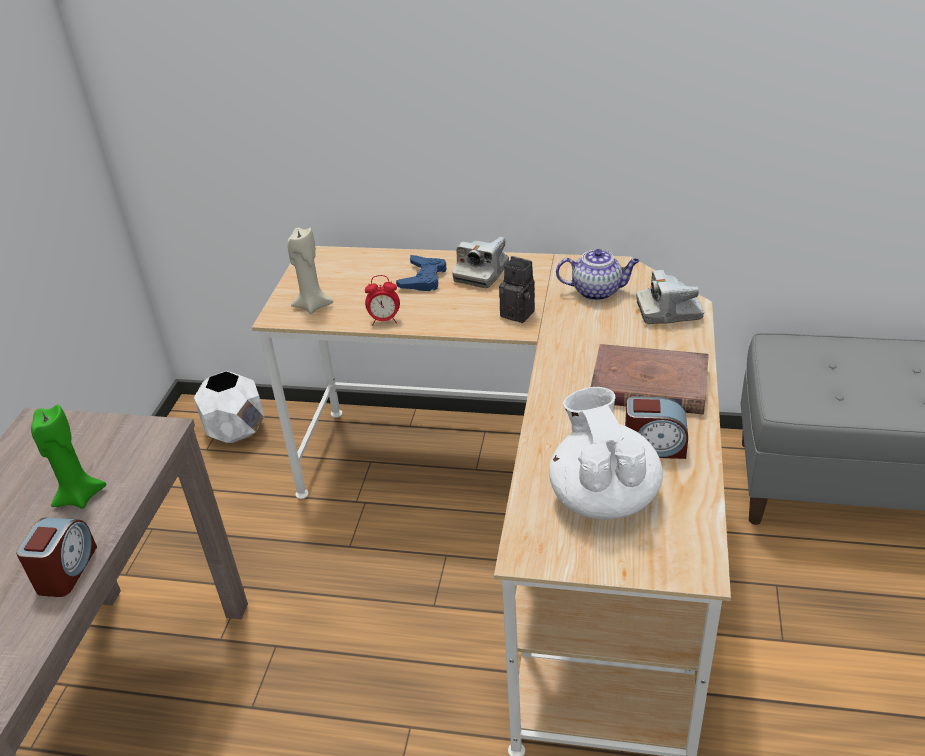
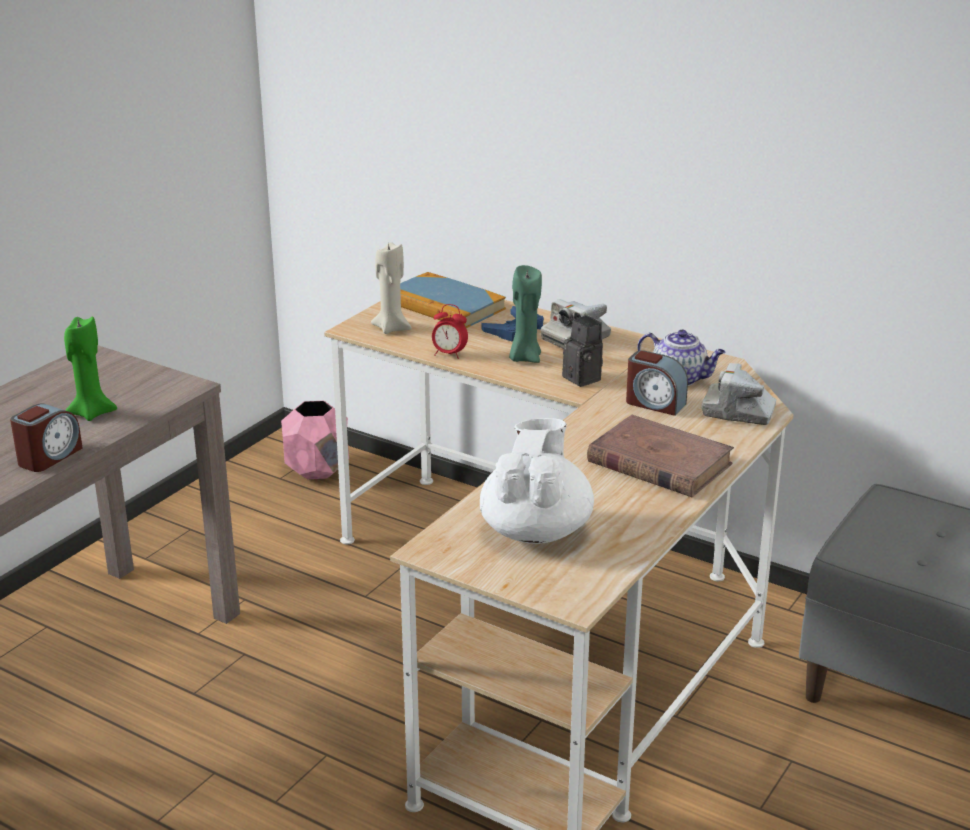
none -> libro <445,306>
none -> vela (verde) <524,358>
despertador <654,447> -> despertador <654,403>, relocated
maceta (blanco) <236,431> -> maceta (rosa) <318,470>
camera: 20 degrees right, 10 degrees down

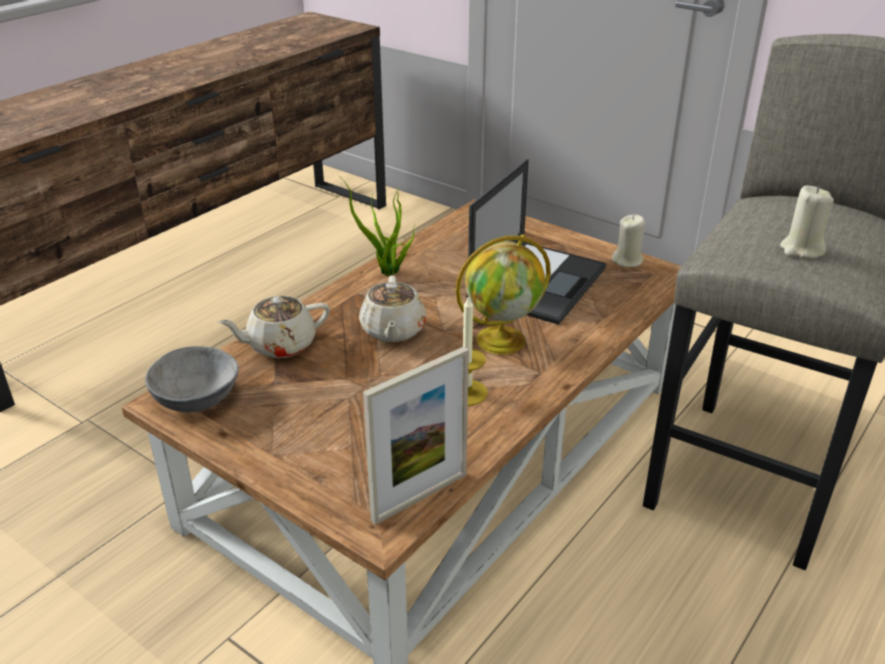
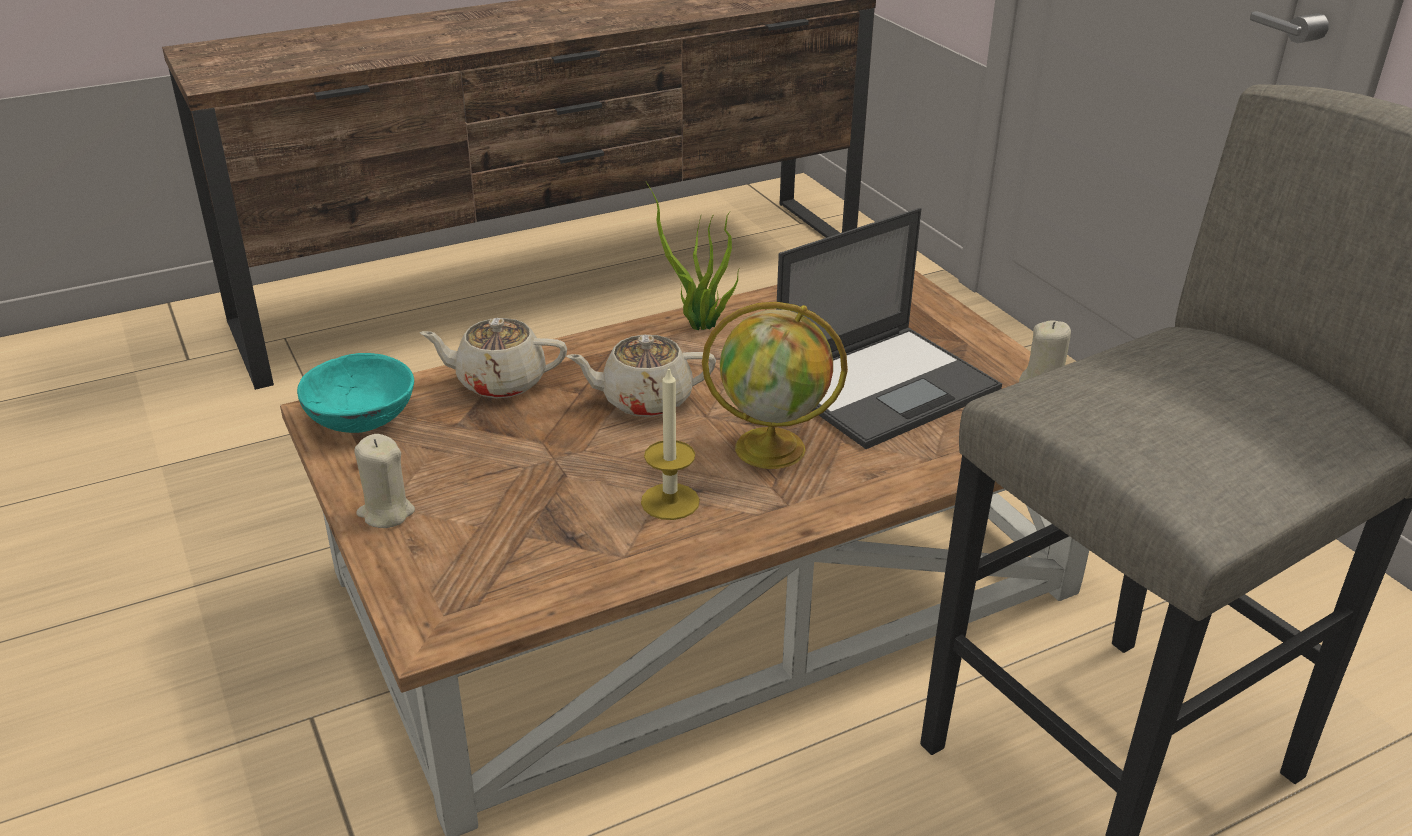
portarretratos <420,497> -> none
vela (beis) <801,250> -> vela (beis) <386,513>, relocated
cuenco (gris) <195,398> -> cuenco (turquesa) <360,417>
tetera (beis) <393,331> -> tetera (beis) <644,400>, 60 degrees clockwise
camera: 25 degrees right, 0 degrees up

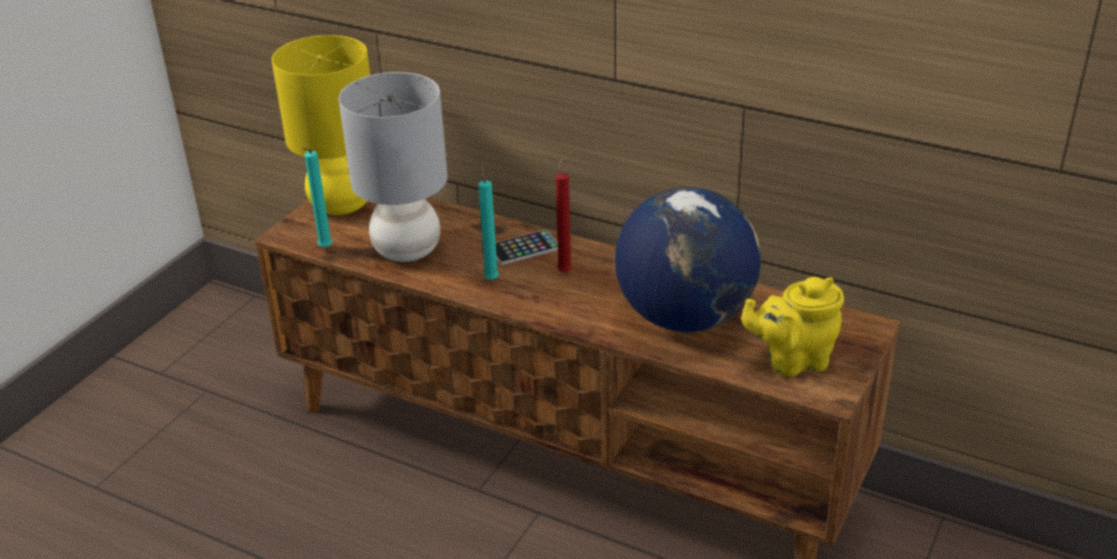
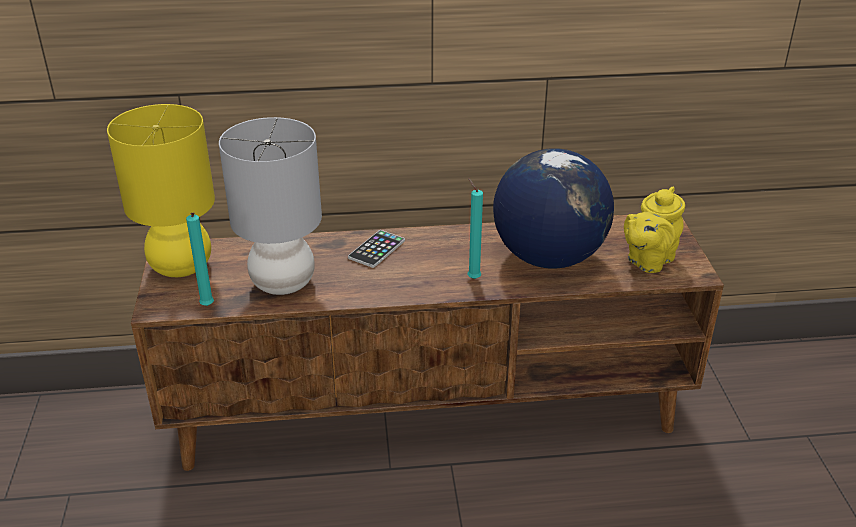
vela (rojo) <565,271> -> none
vela (turquesa) <491,278> -> vela (turquesa) <472,278>, relocated
camera: 35 degrees left, 0 degrees up

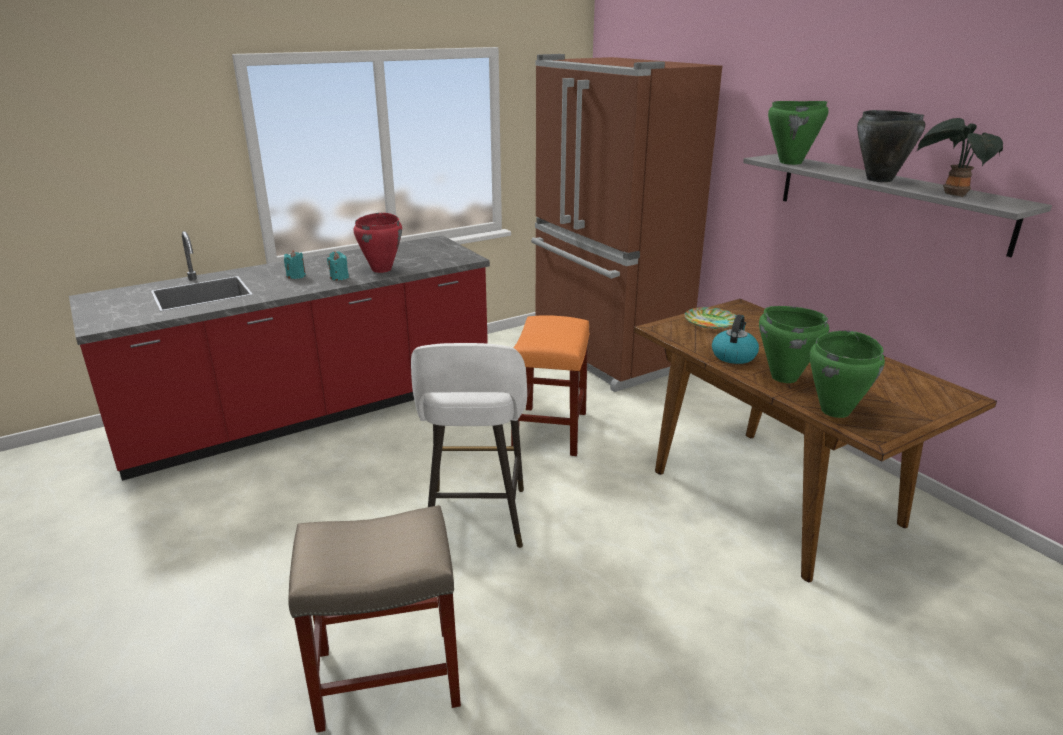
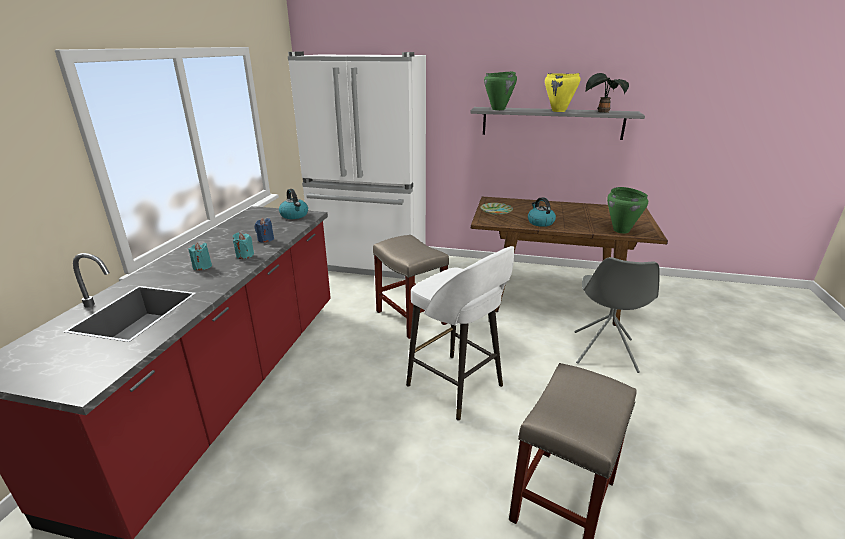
olla (verde) <783,377> -> none
none -> hervidor <294,215>
none -> silla (gris) <604,352>
olla (rojo) <382,269> -> vela (azul) <265,239>
taburete (naranja) <550,430> -> taburete (beis) <410,317>
nevera (marrón) <606,355> -> nevera (blanco) <370,263>
olla (negro) <879,180> -> olla (amarillo) <558,111>
camera: 45 degrees left, 0 degrees up

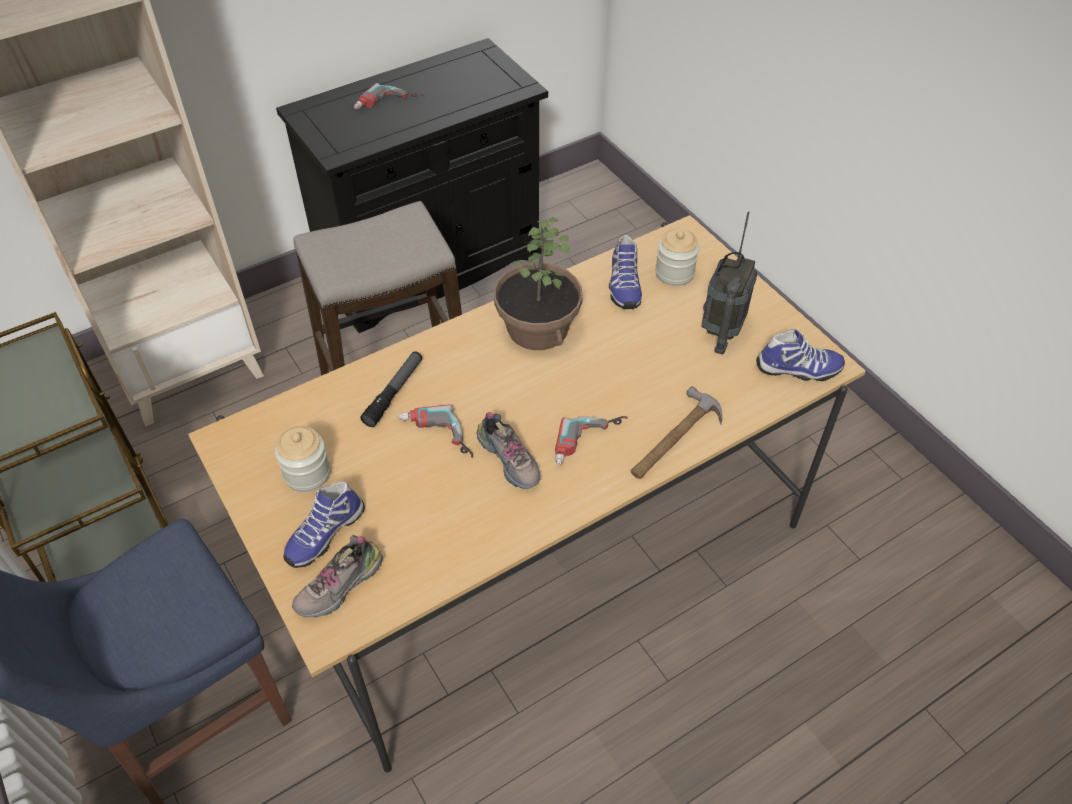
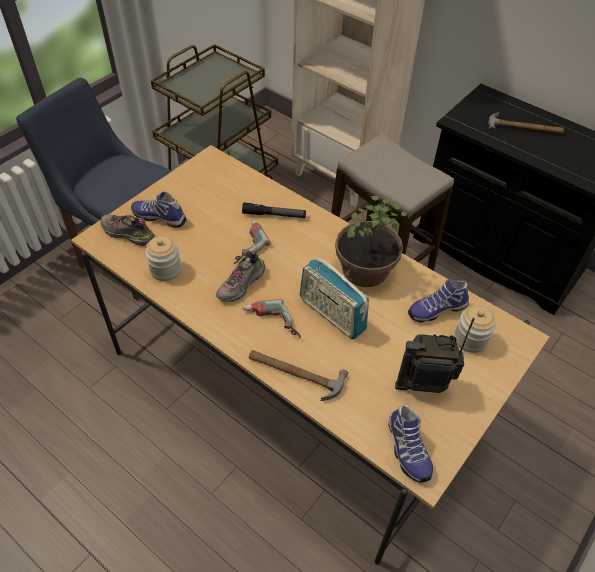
none -> radio <332,314>
tarro <307,473> -> tarro <166,269>, relocated
taladro <388,105> -> martillo <524,128>
camera: 70 degrees right, 0 degrees up

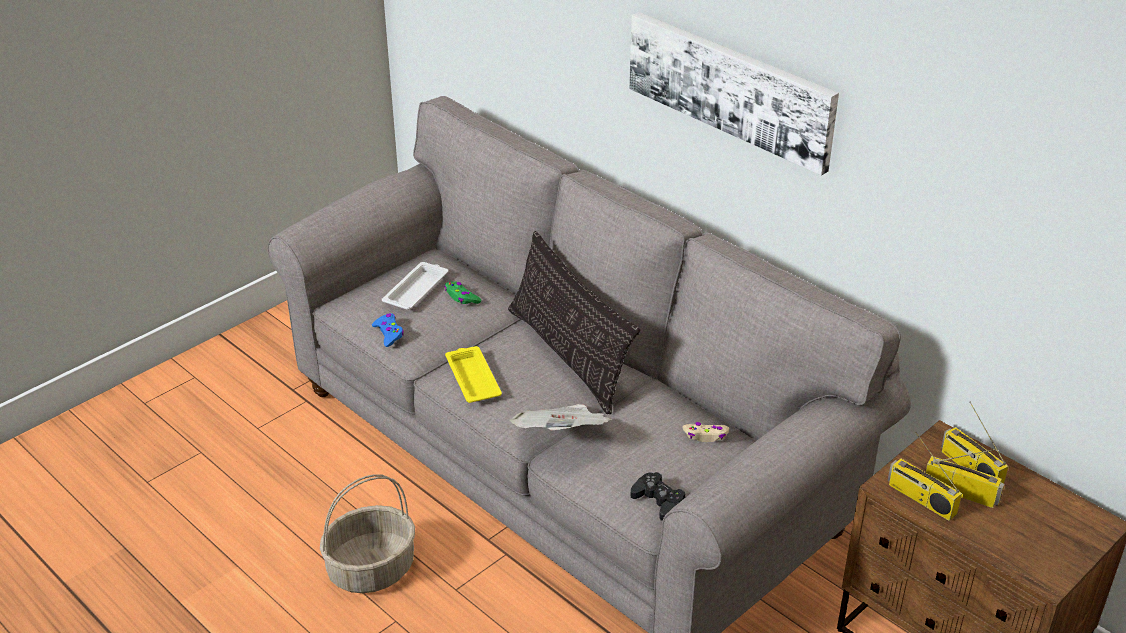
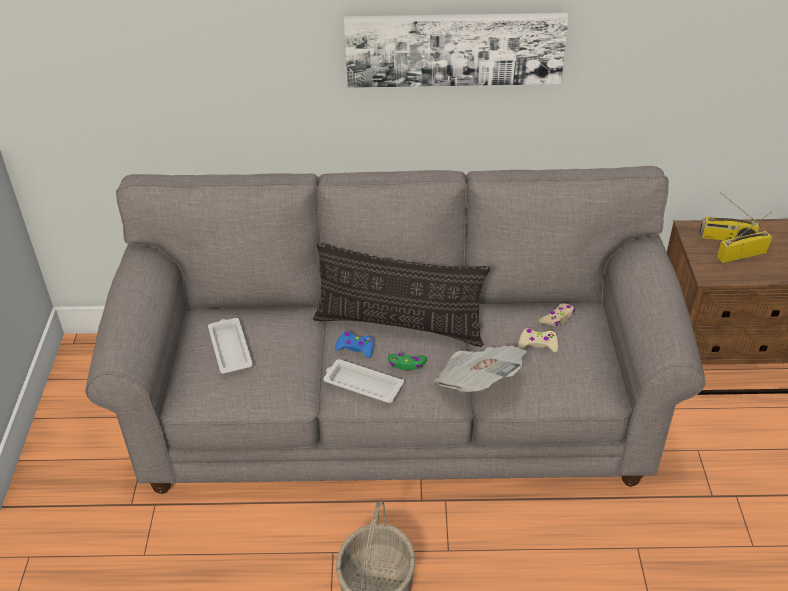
mando de consola (negro) <658,501> -> none
radio <920,499> -> none
none -> mando de consola (beis) <538,344>
mando de consola (azul) <389,333> -> mando de consola (azul) <355,348>, relocated
mando de consola (verde) <461,297> -> mando de consola (verde) <407,364>, relocated
bandeja (amarillo) <472,378> -> bandeja (blanco) <362,385>
camera: 45 degrees left, 5 degrees up

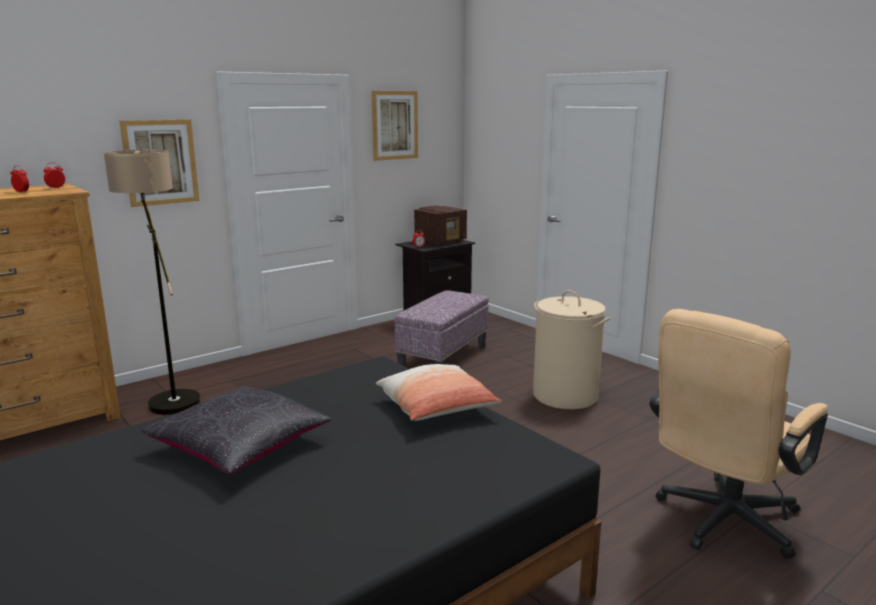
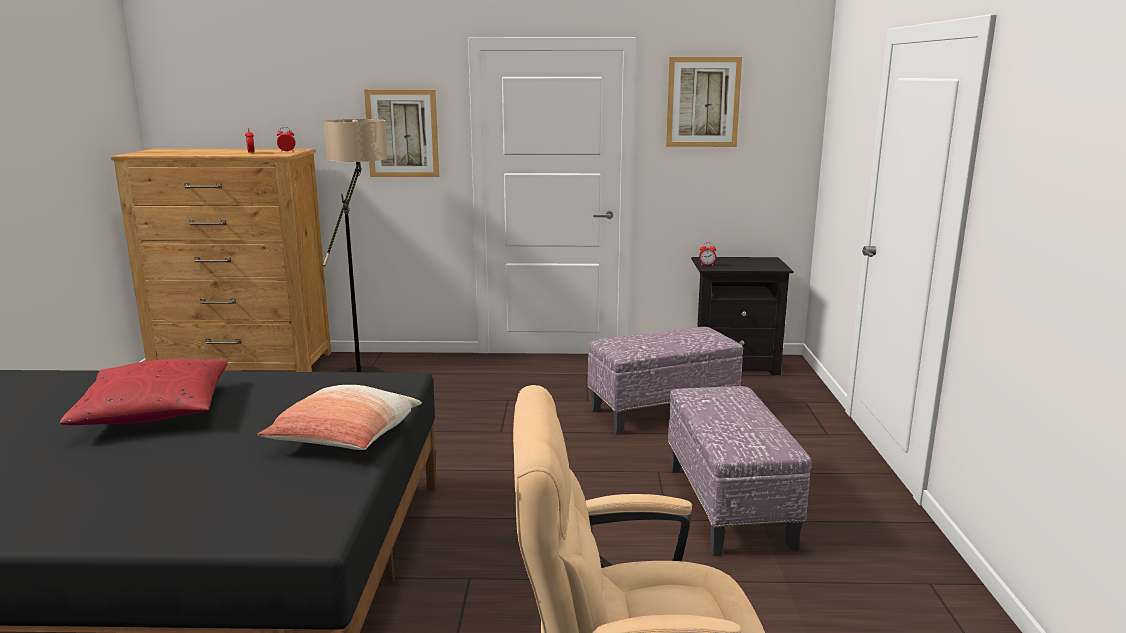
radio <441,241> -> none
cesto de la ropa (beis) <565,395> -> puf <730,506>
cojín (negro) <240,446> -> cojín (rojo) <155,412>
camera: 40 degrees right, 0 degrees up

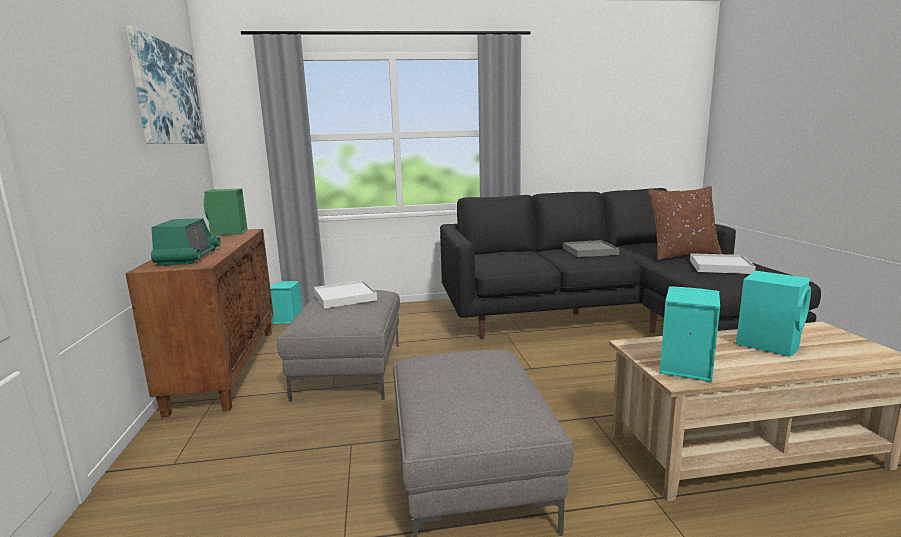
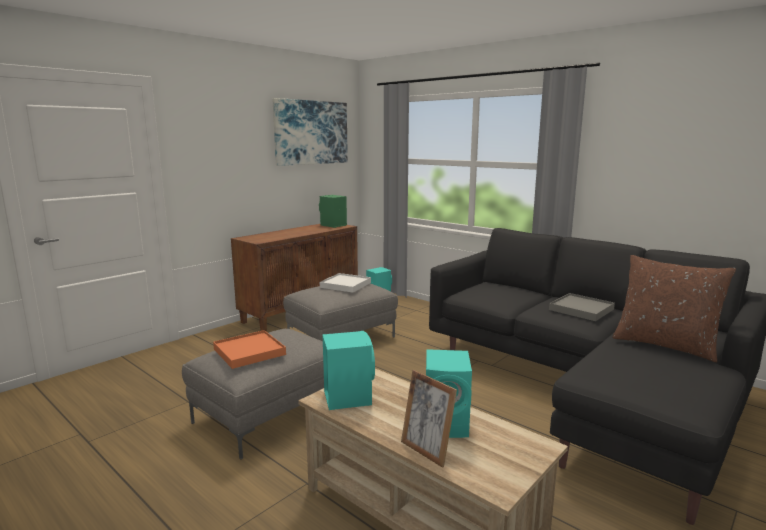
radio <188,257> -> none
bandeja (blanco) <720,266> -> none
none -> bandeja (naranja) <249,352>
none -> portarretratos <426,451>
camera: 50 degrees right, 0 degrees up

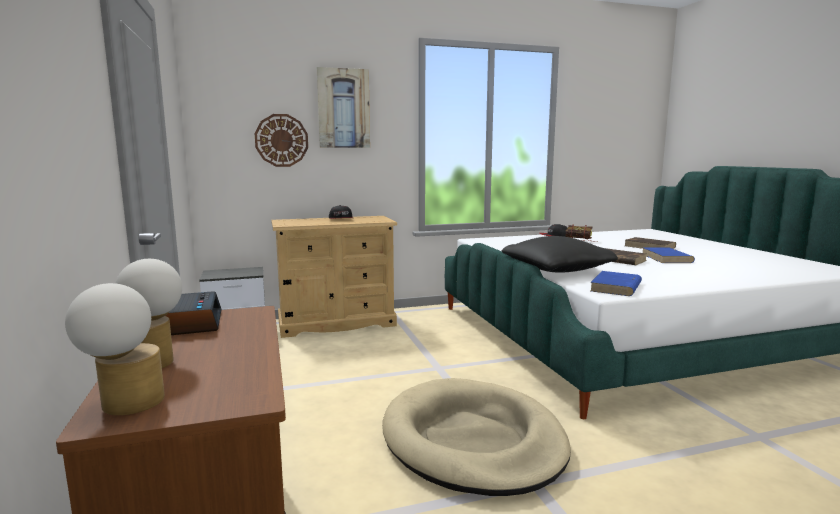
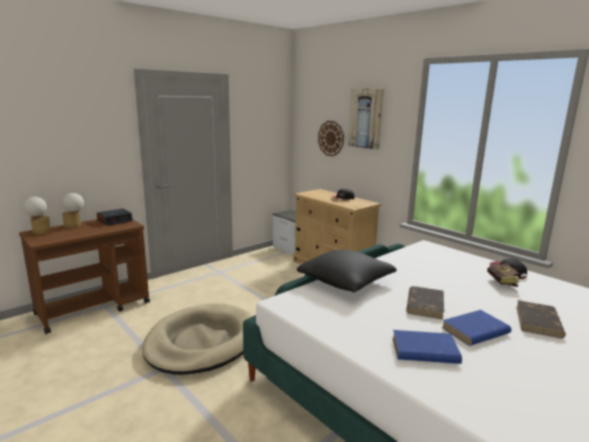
libro (azul) <616,287> -> libro (azul) <424,351>, relocated
camera: 65 degrees right, 5 degrees up

